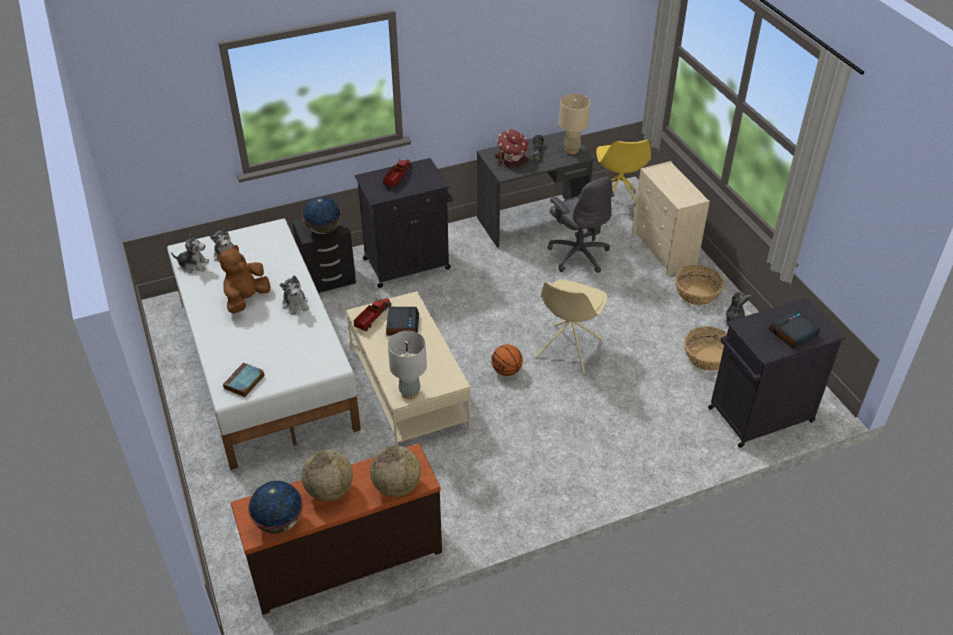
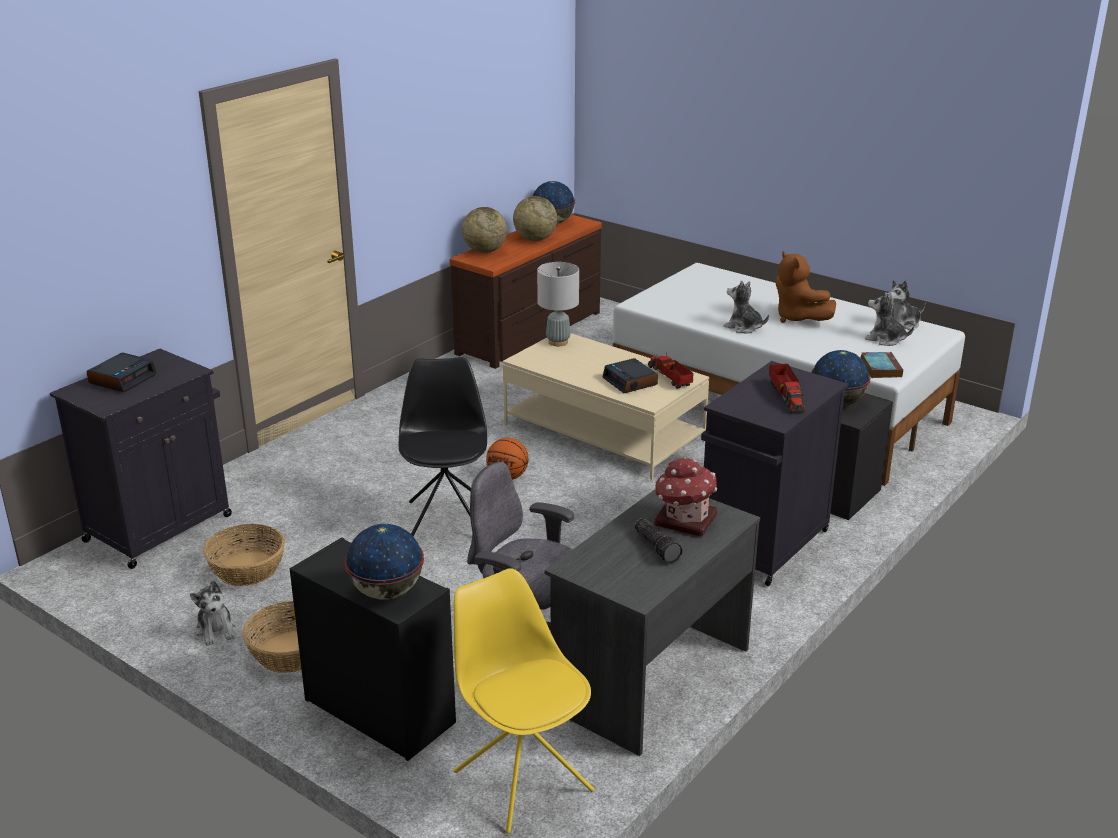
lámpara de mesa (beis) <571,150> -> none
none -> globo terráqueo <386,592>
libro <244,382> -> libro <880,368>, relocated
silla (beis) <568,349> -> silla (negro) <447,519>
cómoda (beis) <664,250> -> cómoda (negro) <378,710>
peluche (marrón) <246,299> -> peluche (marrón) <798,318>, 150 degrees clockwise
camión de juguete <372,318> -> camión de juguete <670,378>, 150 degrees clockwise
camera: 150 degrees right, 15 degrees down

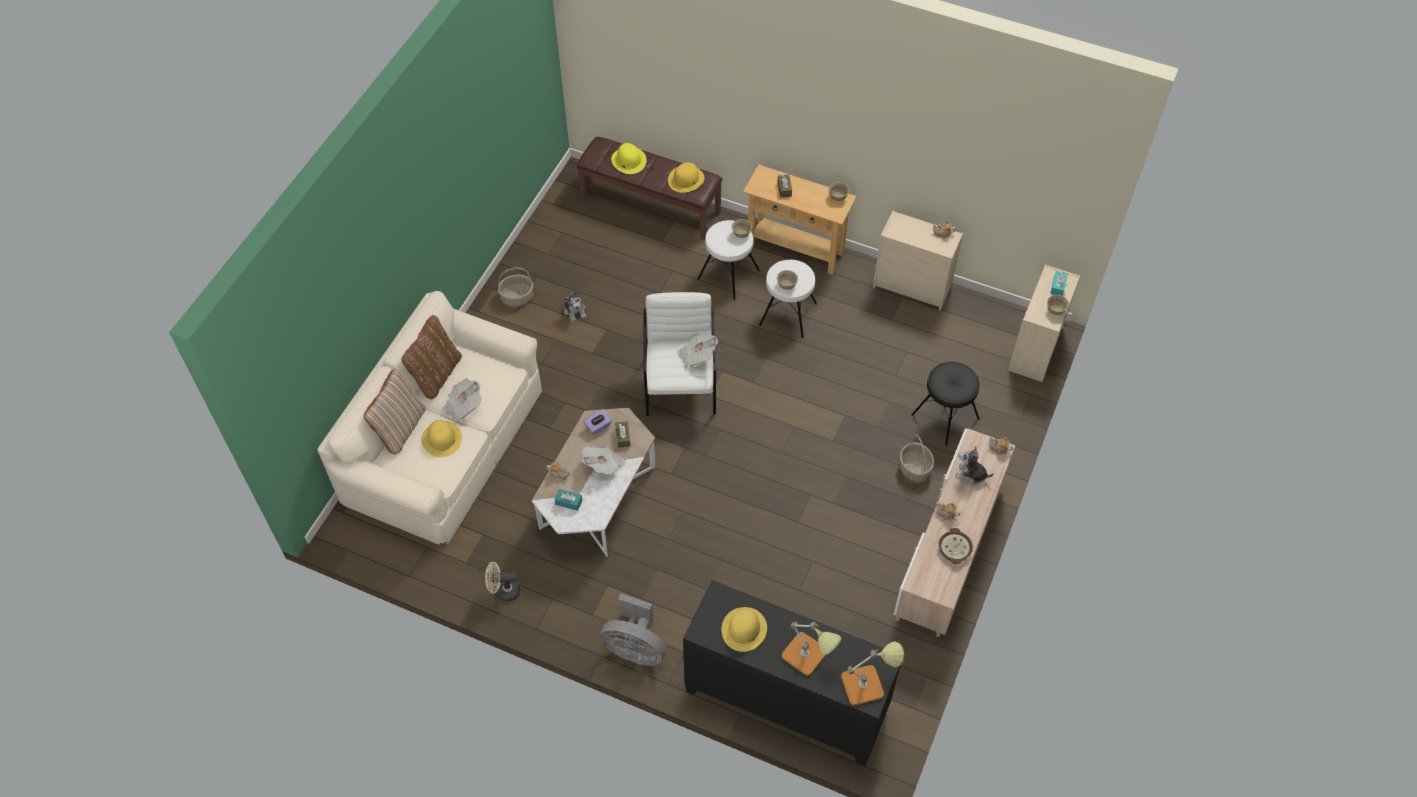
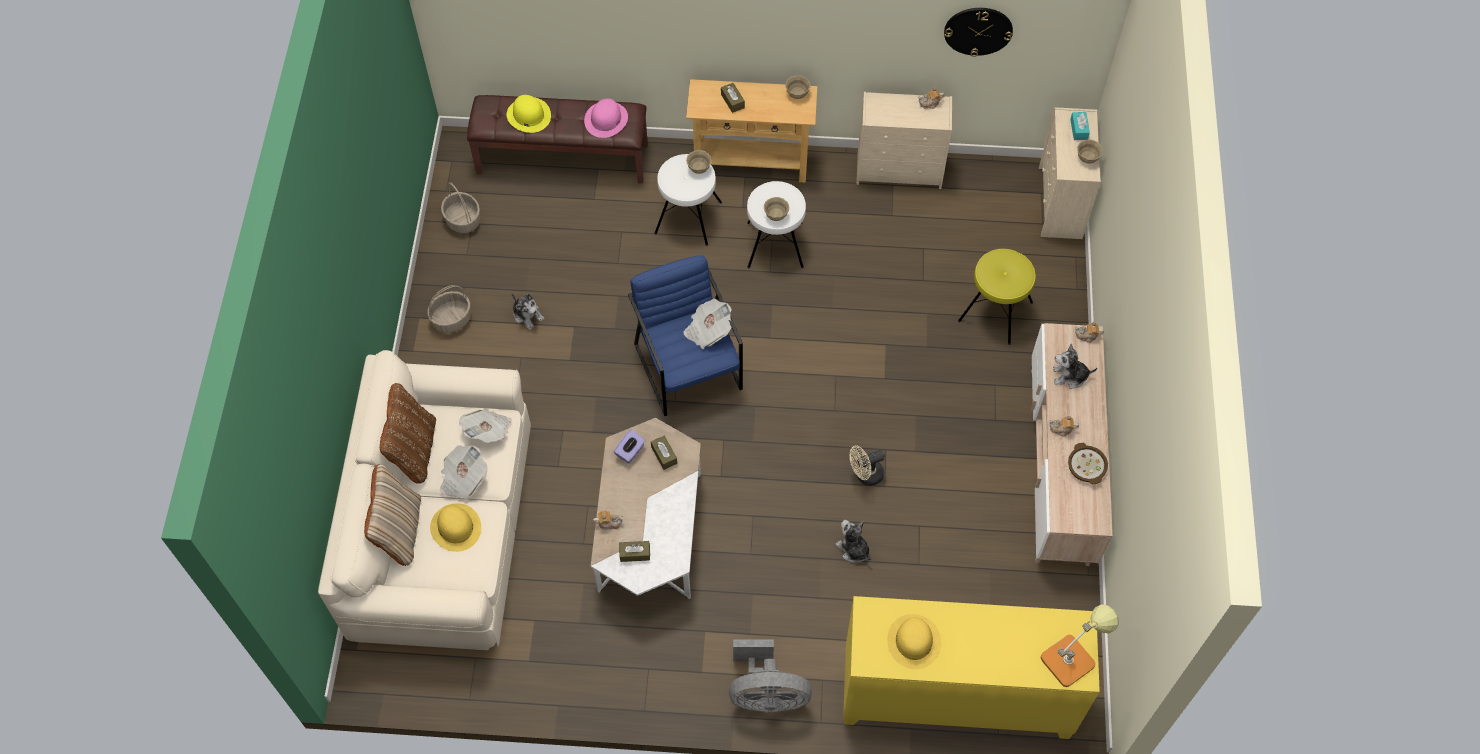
lámpara de mesa <809,657> -> none
none -> peluche <853,549>
none -> reloj de pared <978,30>
ventilador (beis) <503,591> -> ventilador (beis) <865,475>, relocated
periódico <604,465> -> periódico <488,431>, relocated
cesta <914,468> -> cesta <462,220>, relocated
caja de pañuelos (turquesa) <568,502> -> caja de pañuelos (marrón) <635,554>
sillón (blanco) <681,384> -> sillón (azul) <688,366>
sombrero (amarillo) <686,179> -> sombrero (rosa) <606,119>
armario (negro) <785,701> -> armario (amarillo) <956,696>
taburete (negro) <944,416> -> taburete (amarillo) <995,312>
camera: 20 degrees left, 5 degrees up

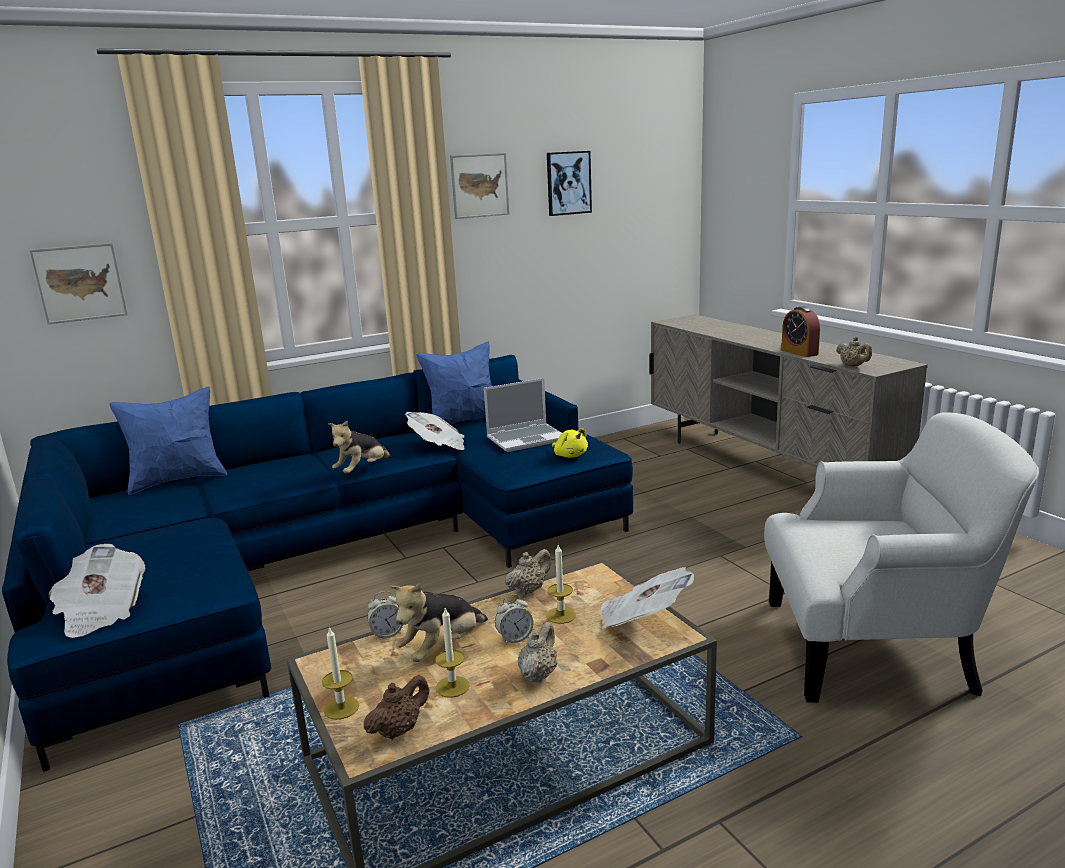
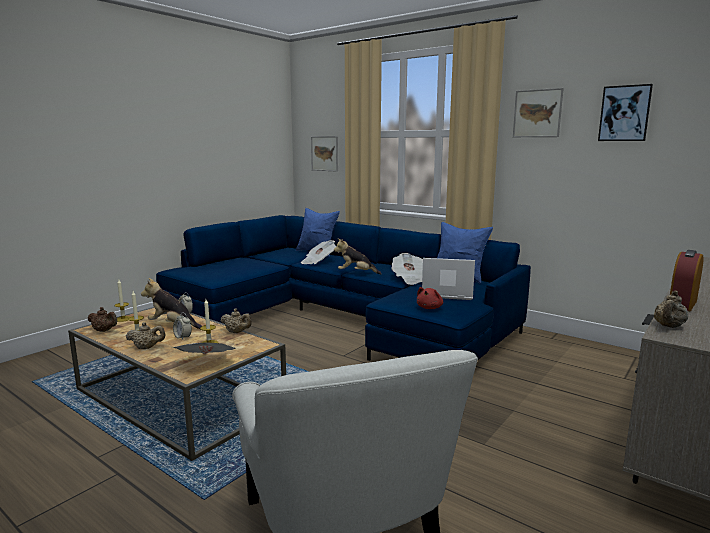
periódico <101,611> -> periódico <318,262>, relocated
peluche (amarillo) <570,455> -> peluche (rojo) <430,308>
portátil <526,439> -> portátil <446,294>, 150 degrees clockwise
camera: 65 degrees right, 5 degrees down

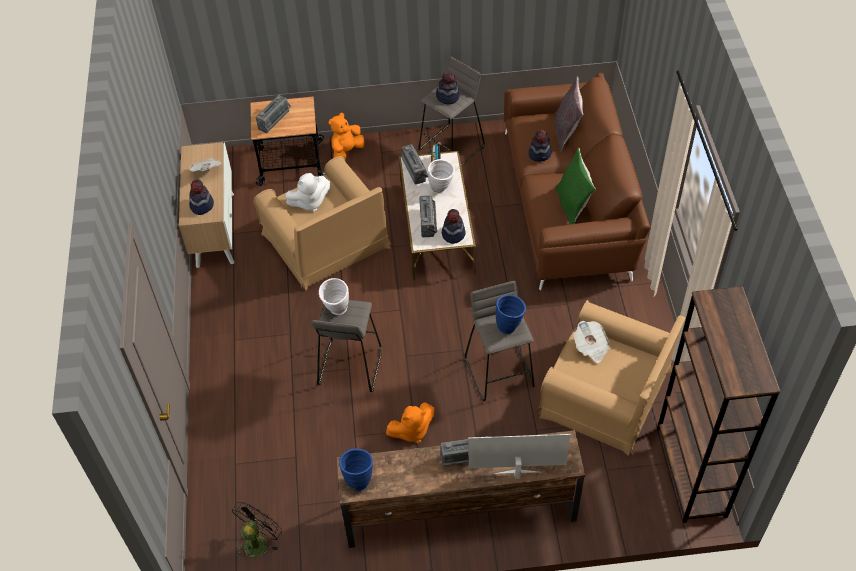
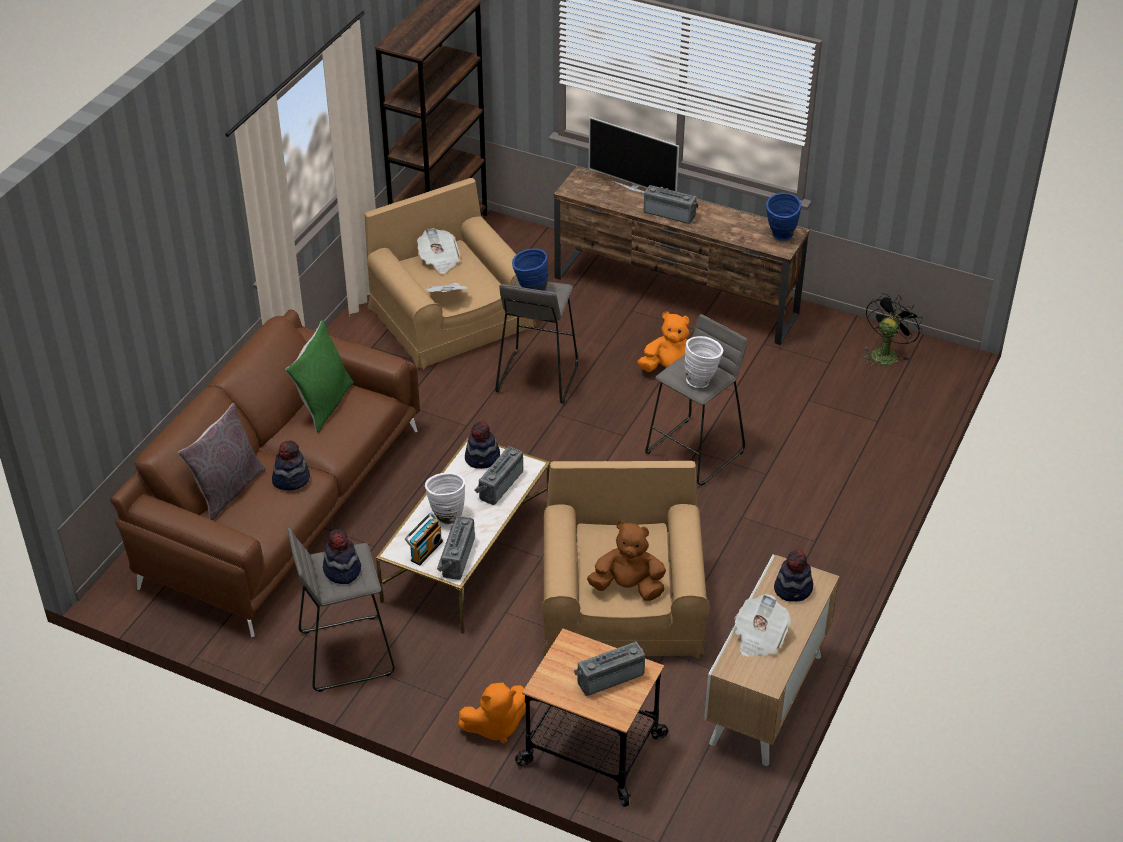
none -> periódico <439,260>
peluche (blanco) <310,202> -> peluche (marrón) <628,587>
ventilador (negro) <258,541> -> ventilador (negro) <885,353>, 150 degrees clockwise
camera: 150 degrees left, 10 degrees down

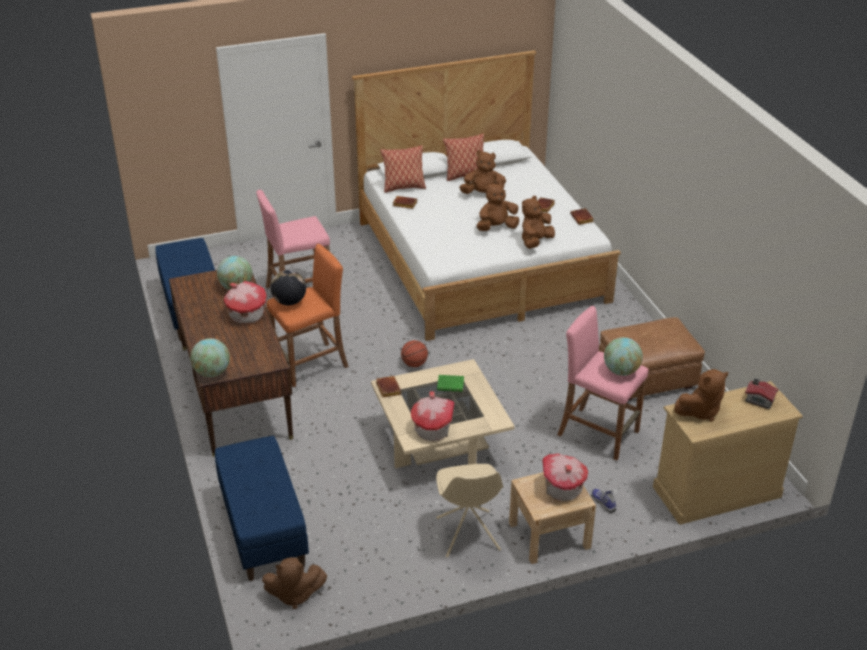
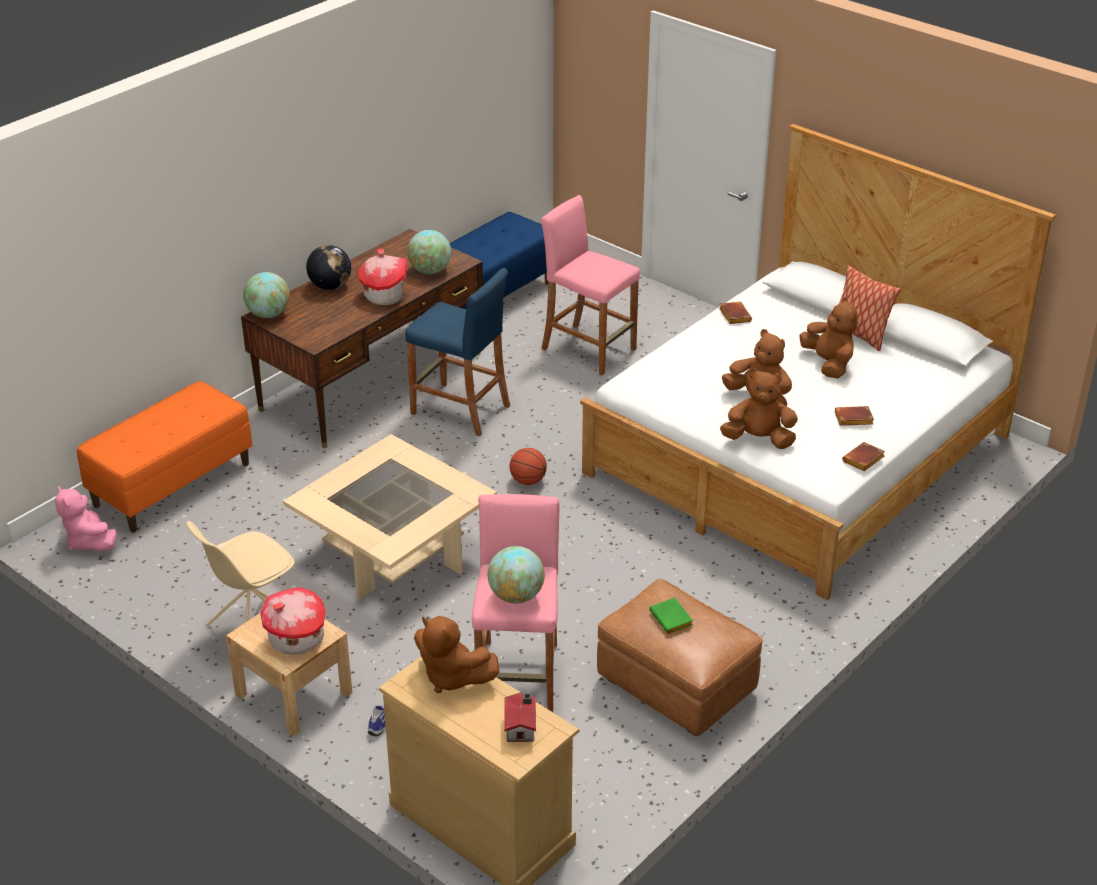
libro (marrón) <387,388> -> none
cojín <403,187> -> none
casita <432,430> -> none
globo terráqueo <289,302> -> globo terráqueo <330,286>, relocated
libro (verde) <451,385> -> libro (verde) <672,619>, relocated
banco (azul) <262,528> -> banco (naranja) <172,484>
peluche (marrón) <294,595> -> peluche (rosa) <89,542>
taburete (naranja) <310,365> -> taburete (azul) <460,410>
camera: 60 degrees right, 0 degrees up

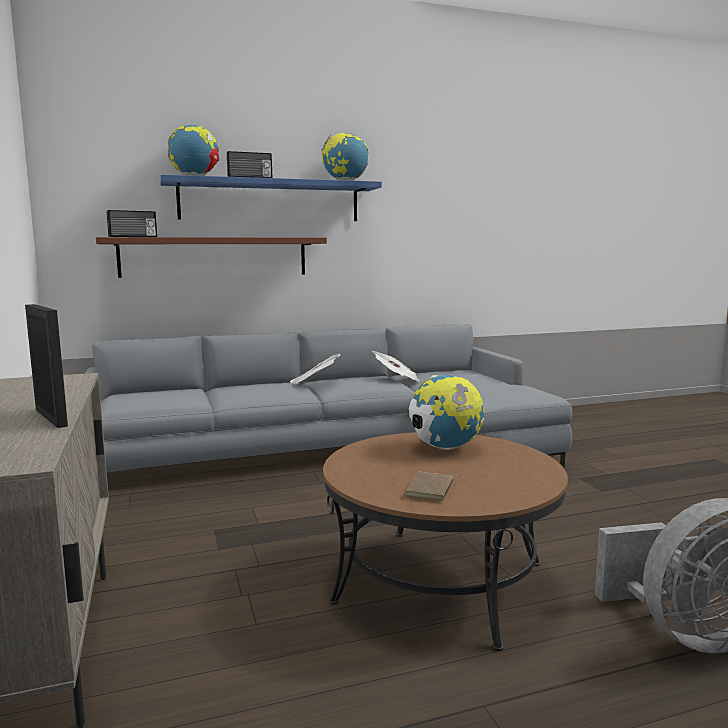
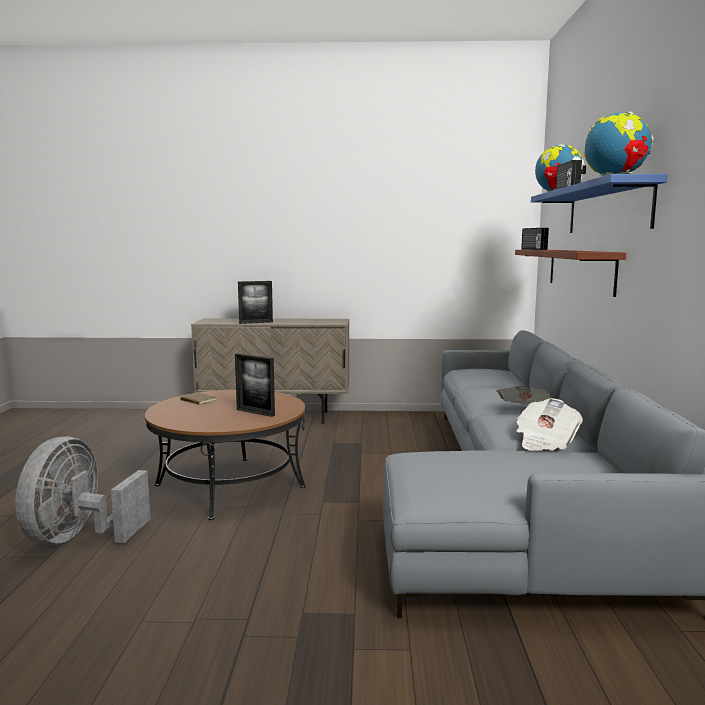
globo terráqueo <444,448> -> portarretratos <255,412>
camera: 110 degrees right, 0 degrees up

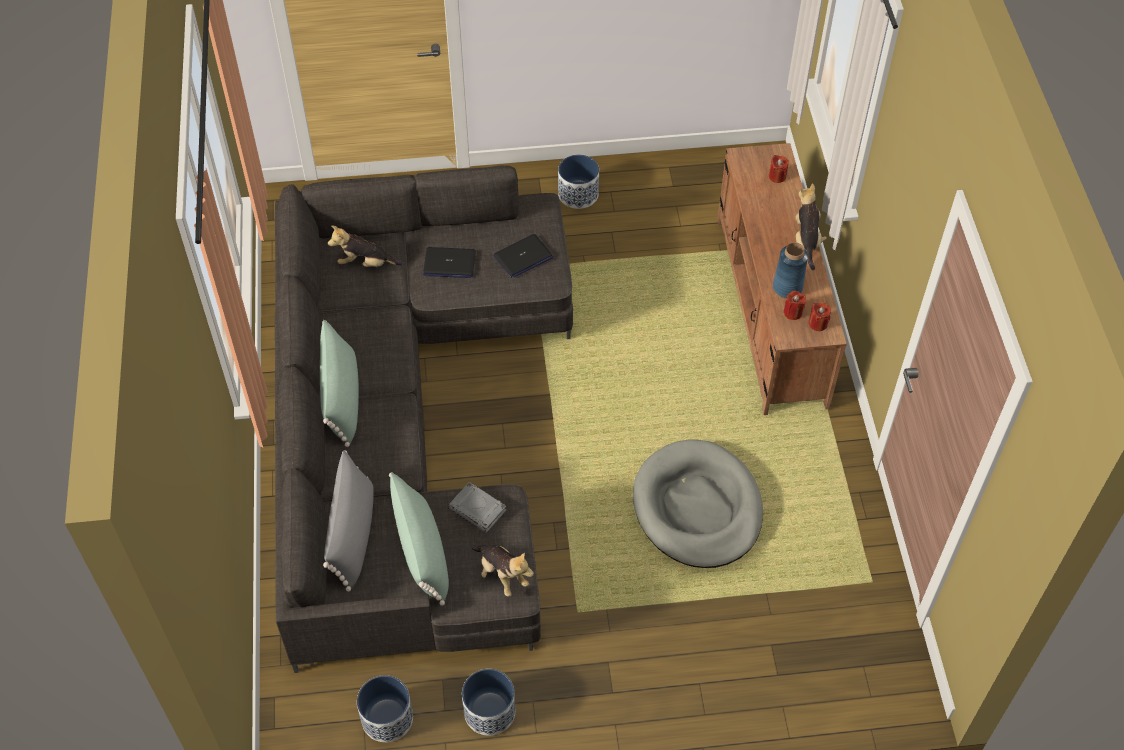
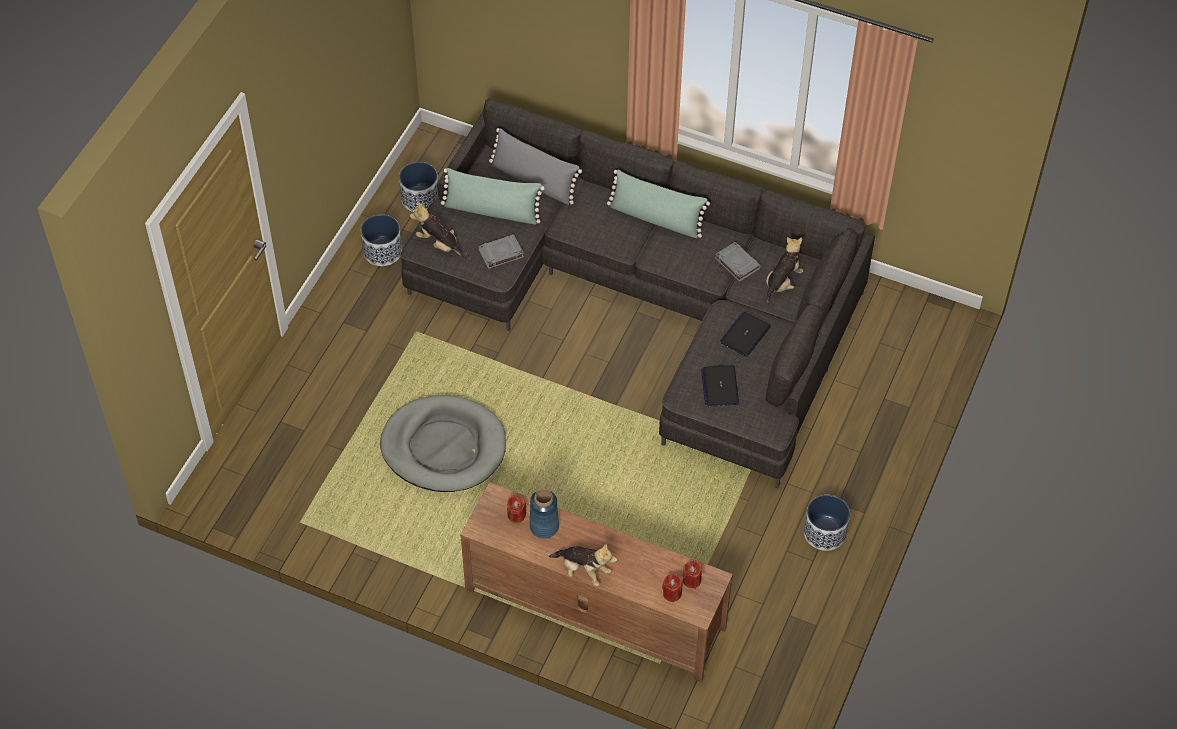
none -> libro (gris) <737,263>
vela (rojo) <818,323> -> vela (rojo) <692,580>, relocated
peluche <502,575> -> peluche <439,244>, 45 degrees clockwise
camera: 120 degrees right, 0 degrees up

